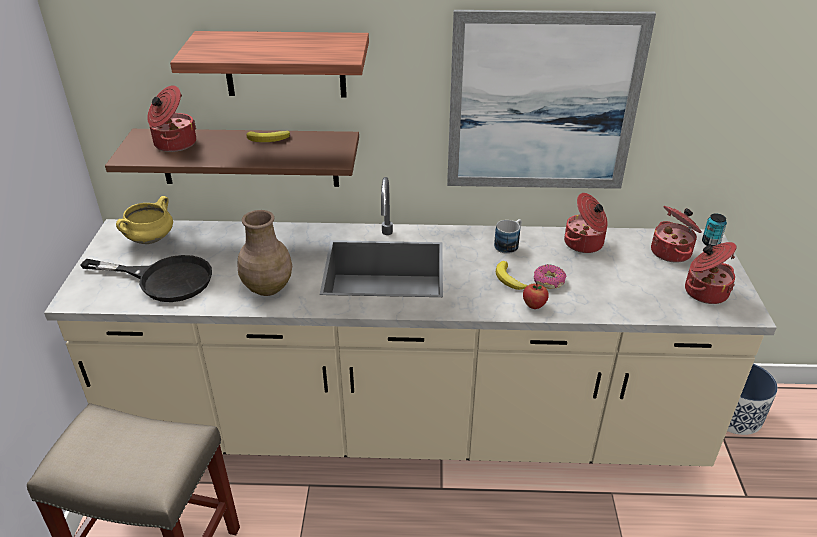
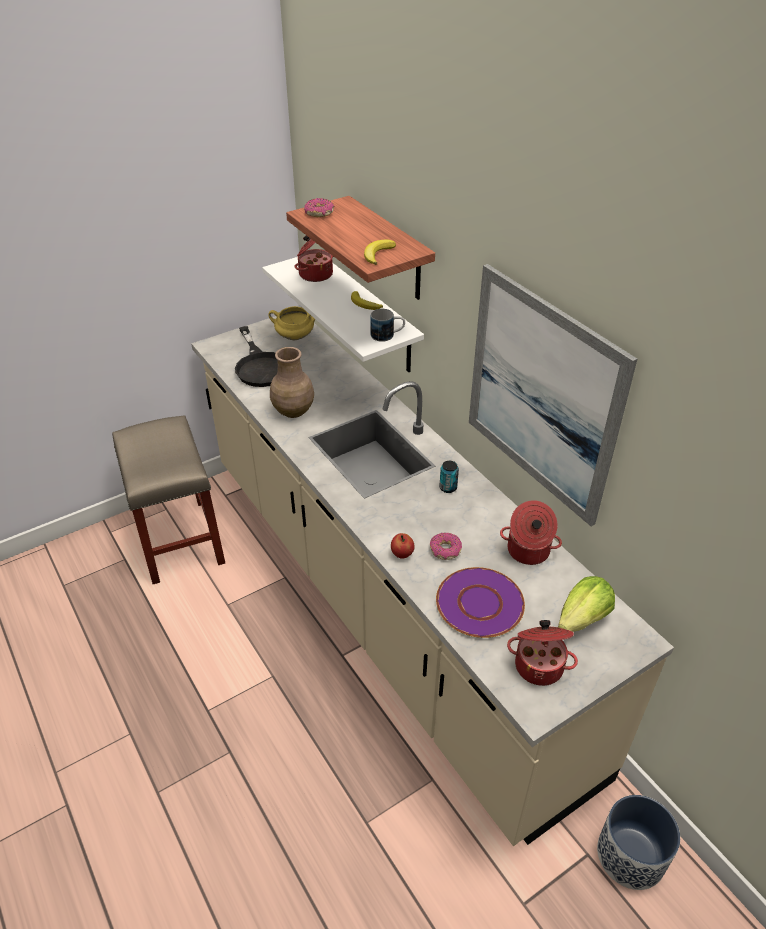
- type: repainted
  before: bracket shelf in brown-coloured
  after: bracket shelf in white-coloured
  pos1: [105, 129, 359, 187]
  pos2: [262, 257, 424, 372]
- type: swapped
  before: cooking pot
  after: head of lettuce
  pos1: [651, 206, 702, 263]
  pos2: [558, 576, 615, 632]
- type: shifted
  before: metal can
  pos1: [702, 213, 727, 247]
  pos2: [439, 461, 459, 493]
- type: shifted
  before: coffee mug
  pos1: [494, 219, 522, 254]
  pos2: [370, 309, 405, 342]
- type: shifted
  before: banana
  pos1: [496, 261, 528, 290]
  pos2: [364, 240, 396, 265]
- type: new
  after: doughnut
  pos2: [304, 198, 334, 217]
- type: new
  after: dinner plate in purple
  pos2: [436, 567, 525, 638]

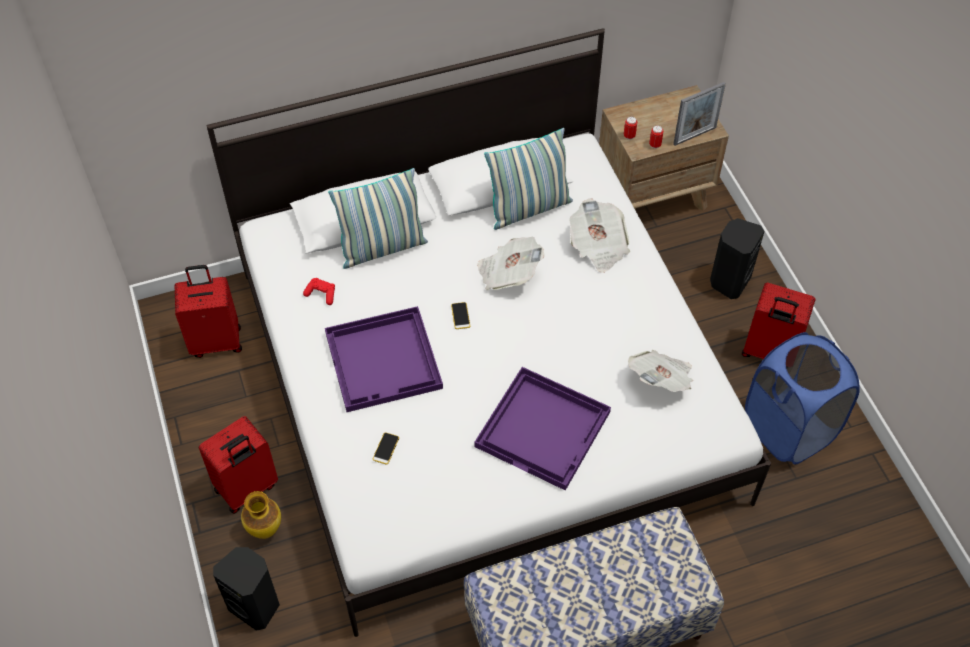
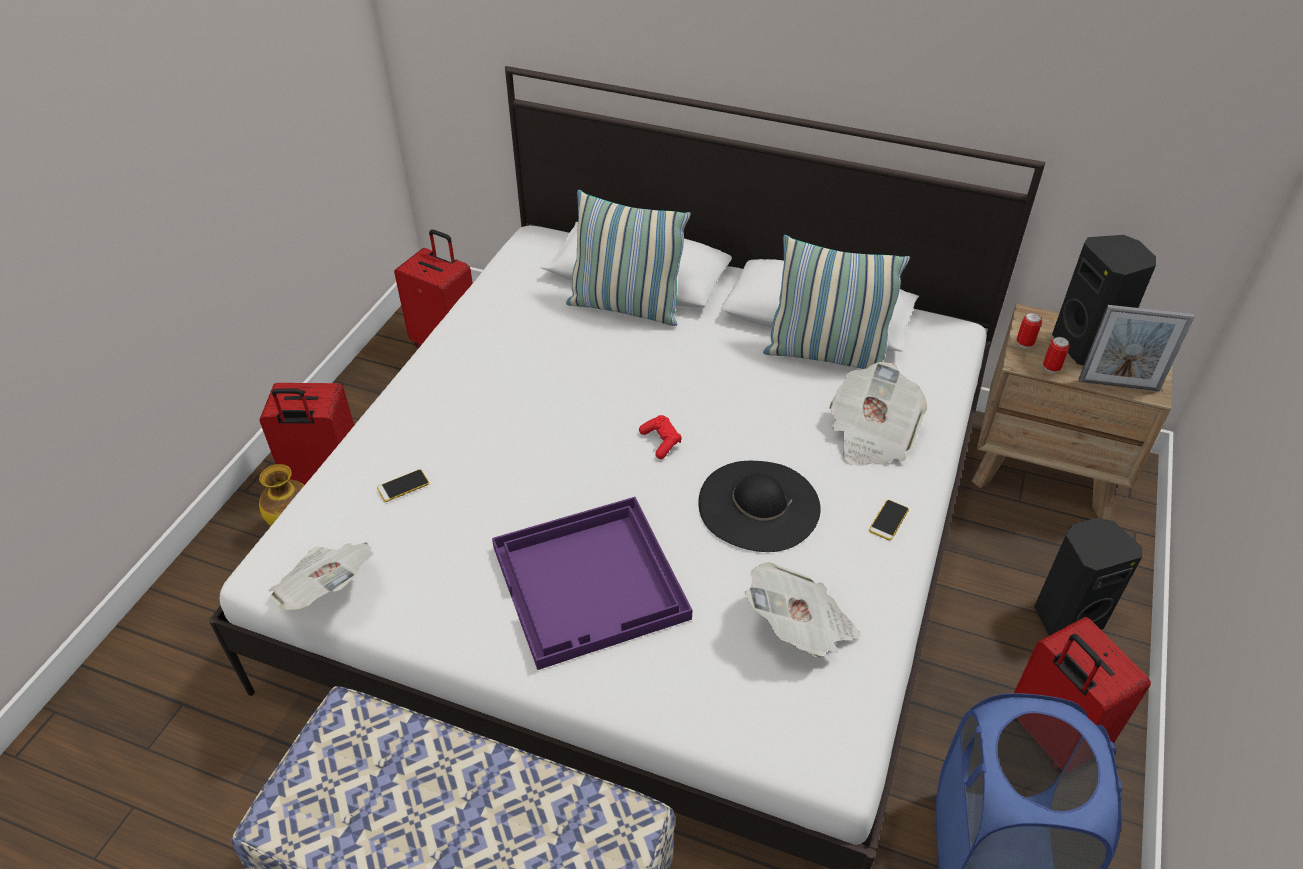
- type: shifted
  before: newspaper
  pos1: [477, 237, 544, 290]
  pos2: [269, 543, 373, 610]
- type: shifted
  before: game controller in red-coloured
  pos1: [303, 278, 335, 305]
  pos2: [639, 415, 682, 459]
- type: shifted
  before: handset
  pos1: [451, 302, 470, 329]
  pos2: [869, 500, 909, 540]
- type: gone
  before: tray in purple
  pos1: [325, 306, 443, 412]
- type: shifted
  before: audio speaker in black
  pos1: [213, 547, 280, 631]
  pos2: [1052, 235, 1156, 366]
- type: new
  after: wearable hat in black
  pos2: [698, 461, 821, 552]

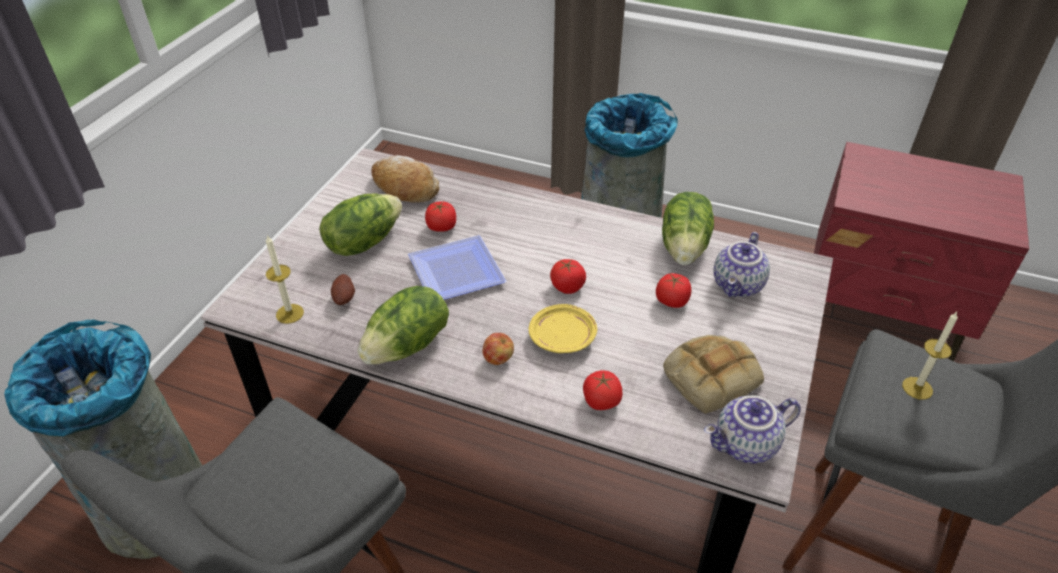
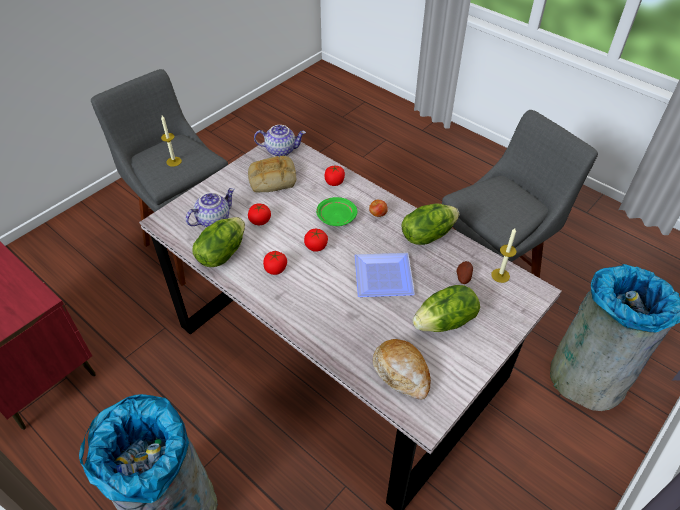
- type: shifted
  before: whole tomato
  pos1: [425, 201, 456, 232]
  pos2: [263, 251, 287, 275]
- type: repainted
  before: dinner plate in yellow
  after: dinner plate in green
  pos1: [529, 304, 597, 353]
  pos2: [316, 197, 357, 226]

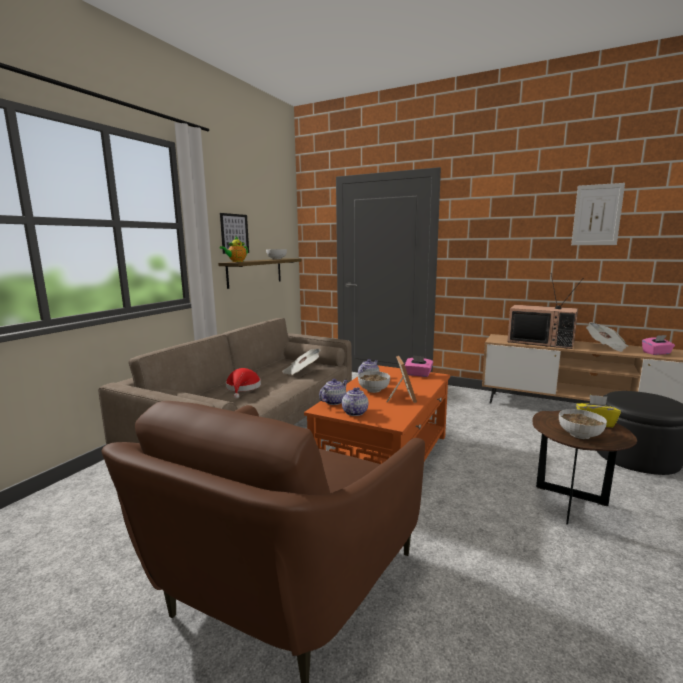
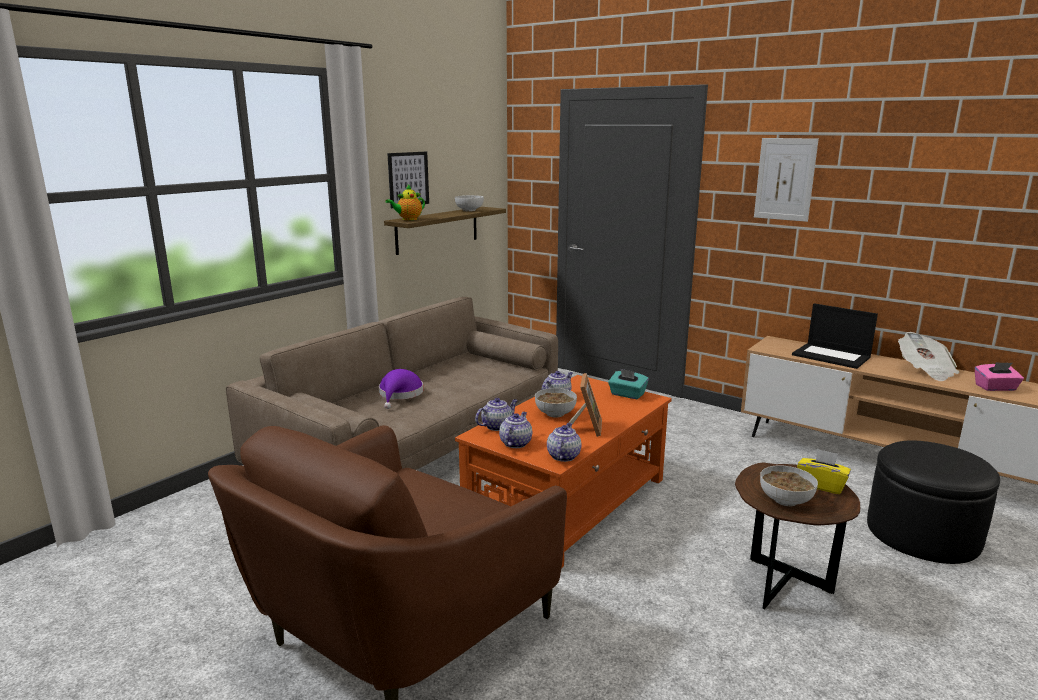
- type: shifted
  before: wall picture
  pos1: [571, 183, 625, 245]
  pos2: [754, 138, 819, 222]
- type: swapped
  before: TV
  after: portable computer
  pos1: [507, 273, 584, 349]
  pos2: [792, 303, 878, 369]
- type: gone
  before: newspaper
  pos1: [282, 349, 321, 375]
- type: repainted
  before: box of tissues in pink
  after: box of tissues in turquoise
  pos1: [405, 355, 433, 377]
  pos2: [608, 368, 649, 399]
- type: repainted
  before: wearable hat in red-coloured
  after: wearable hat in purple
  pos1: [226, 368, 261, 399]
  pos2: [379, 369, 423, 409]
- type: new
  after: teapot
  pos2: [547, 423, 581, 462]

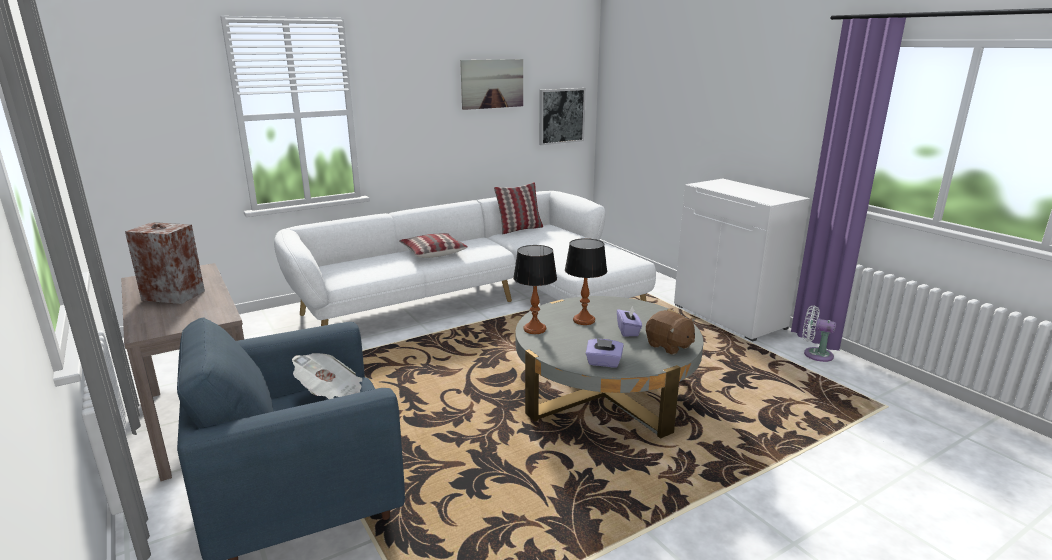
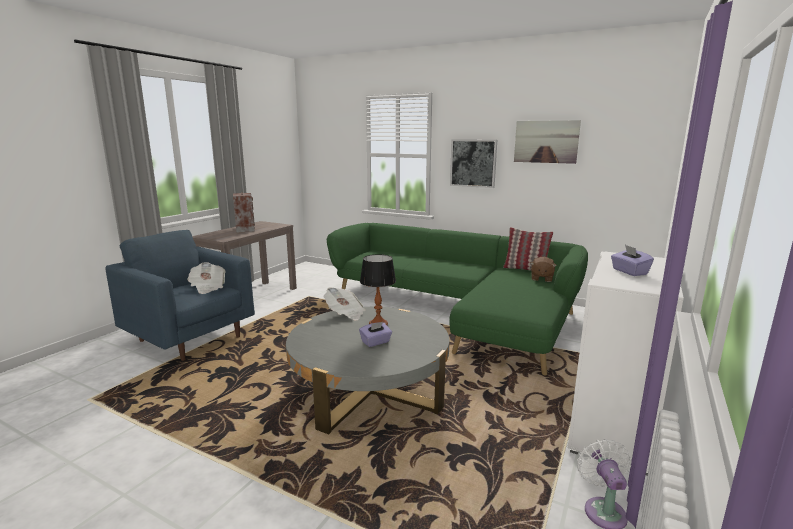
- type: shifted
  before: wall picture
  pos1: [539, 88, 586, 145]
  pos2: [450, 139, 497, 188]
- type: repainted
  before: settee in white-coloured
  after: settee in green
  pos1: [274, 191, 656, 326]
  pos2: [327, 223, 588, 376]
- type: gone
  before: throw pillow
  pos1: [399, 233, 468, 258]
- type: swapped
  before: tabletop lamp
  after: newspaper
  pos1: [513, 245, 557, 334]
  pos2: [324, 287, 366, 321]
- type: shifted
  before: cuddly toy in brown-coloured
  pos1: [646, 310, 695, 355]
  pos2: [531, 257, 557, 282]
- type: shifted
  before: box of tissues in purple
  pos1: [586, 339, 624, 368]
  pos2: [611, 245, 654, 276]

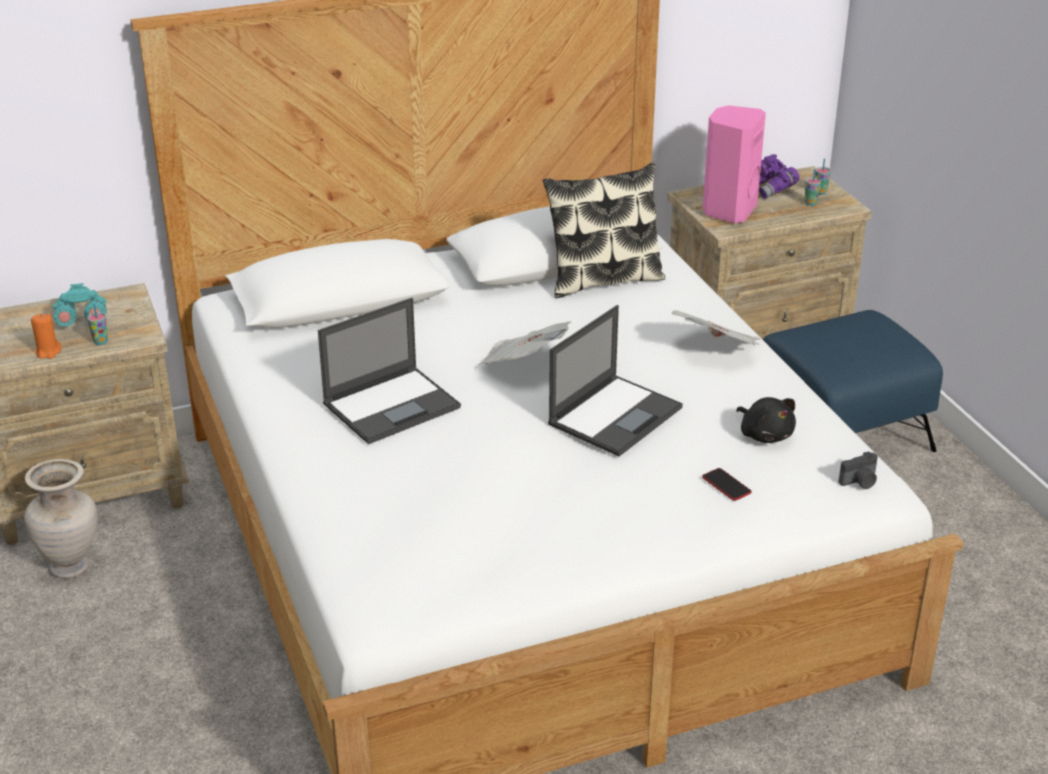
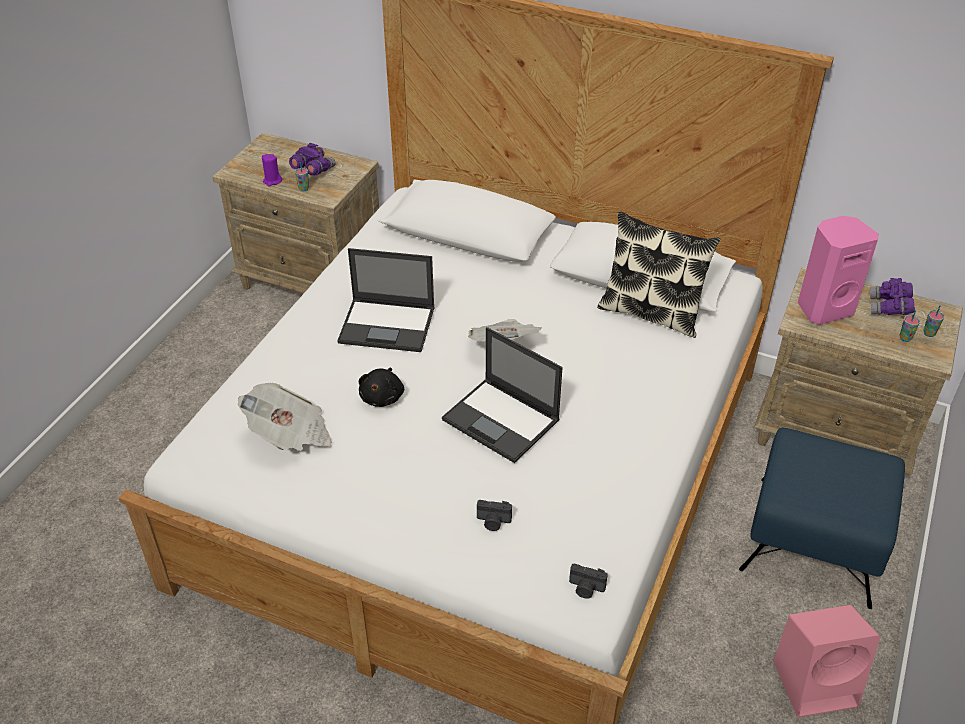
- type: repainted
  before: field glasses in turquoise
  after: field glasses in purple
  pos1: [52, 283, 107, 326]
  pos2: [289, 143, 335, 175]
- type: rotated
  before: portable computer
  pos1: [548, 305, 683, 456]
  pos2: [442, 327, 563, 463]
  turn: 45
- type: shifted
  before: newspaper
  pos1: [672, 310, 760, 346]
  pos2: [238, 383, 332, 451]
- type: repainted
  before: wax light in orange-coloured
  after: wax light in purple
  pos1: [31, 314, 62, 359]
  pos2: [262, 154, 282, 186]
- type: shifted
  before: cuddly toy in black
  pos1: [736, 397, 796, 443]
  pos2: [359, 368, 404, 407]
- type: gone
  before: flower vase in beige
  pos1: [24, 459, 98, 578]
- type: swapped
  before: handset
  after: photo camera
  pos1: [702, 468, 752, 501]
  pos2: [477, 500, 512, 531]
- type: new
  after: audio speaker in pink
  pos2: [773, 605, 880, 718]

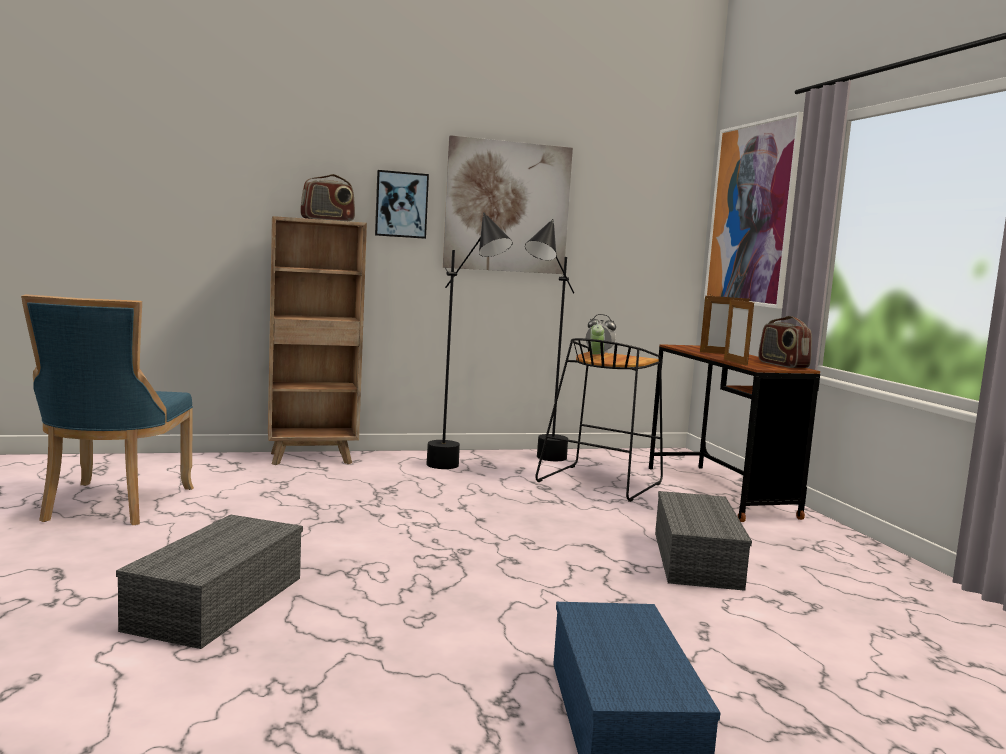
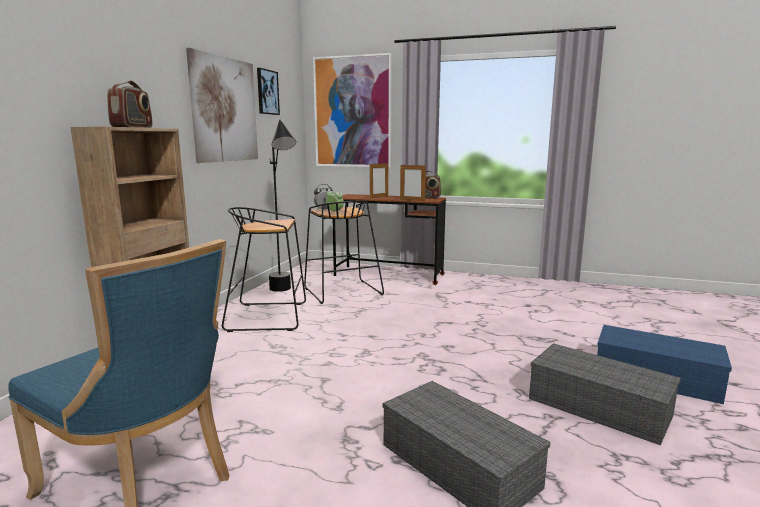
- type: shifted
  before: wall picture
  pos1: [375, 170, 429, 239]
  pos2: [257, 68, 280, 115]
- type: swapped
  before: floor lamp in black
  after: sitting stool in black
  pos1: [427, 213, 513, 469]
  pos2: [222, 207, 306, 332]
- type: shifted
  before: storage bin in gray
  pos1: [655, 491, 752, 591]
  pos2: [529, 343, 681, 445]

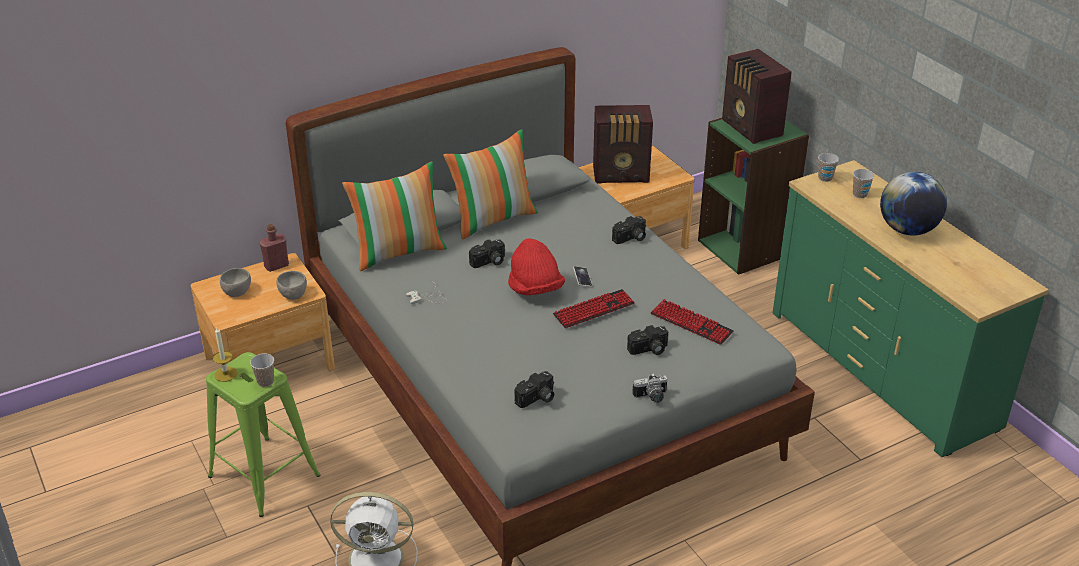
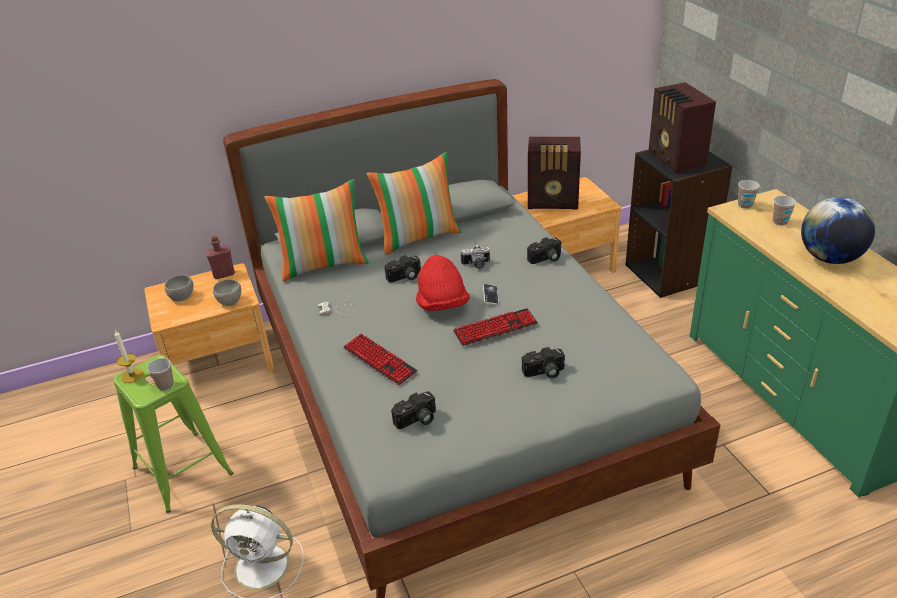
- type: repainted
  before: shelving unit in green
  after: shelving unit in black
  pos1: [698, 118, 809, 275]
  pos2: [626, 149, 733, 298]
- type: shifted
  before: PC keyboard
  pos1: [651, 299, 734, 345]
  pos2: [343, 333, 417, 385]
- type: shifted
  before: photo camera
  pos1: [632, 373, 667, 403]
  pos2: [461, 244, 490, 269]

